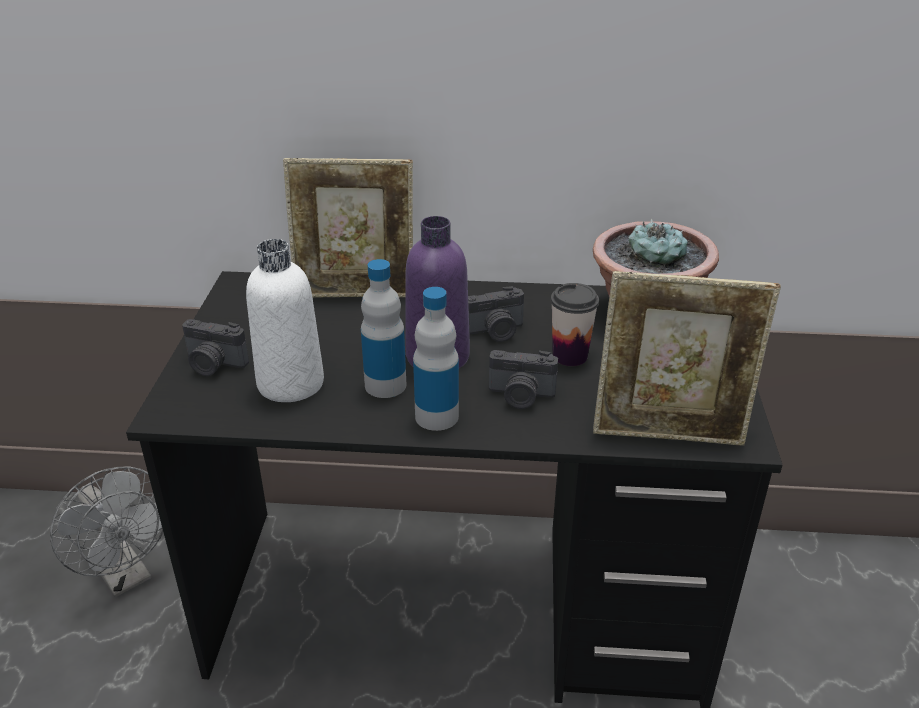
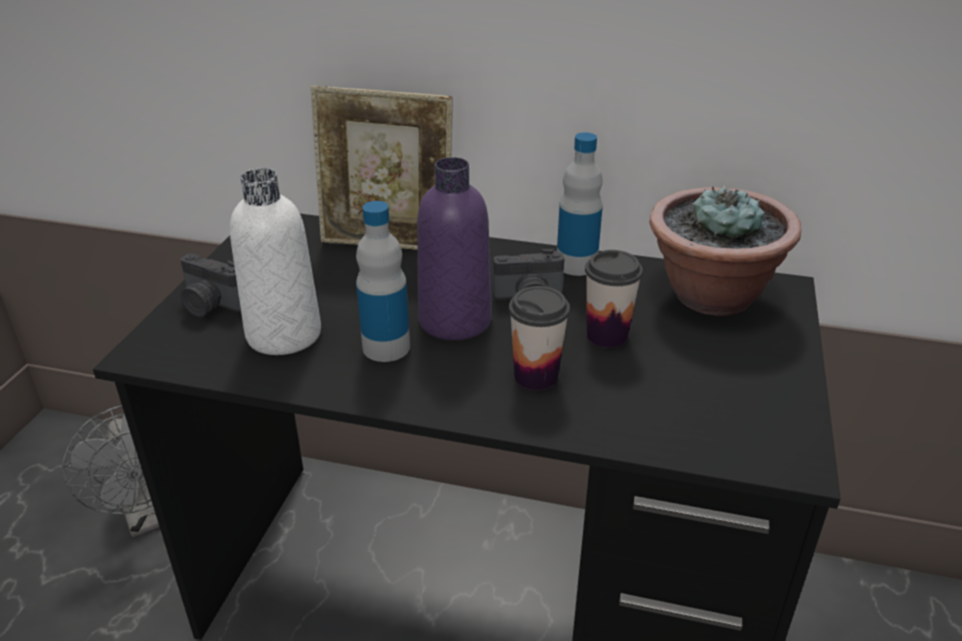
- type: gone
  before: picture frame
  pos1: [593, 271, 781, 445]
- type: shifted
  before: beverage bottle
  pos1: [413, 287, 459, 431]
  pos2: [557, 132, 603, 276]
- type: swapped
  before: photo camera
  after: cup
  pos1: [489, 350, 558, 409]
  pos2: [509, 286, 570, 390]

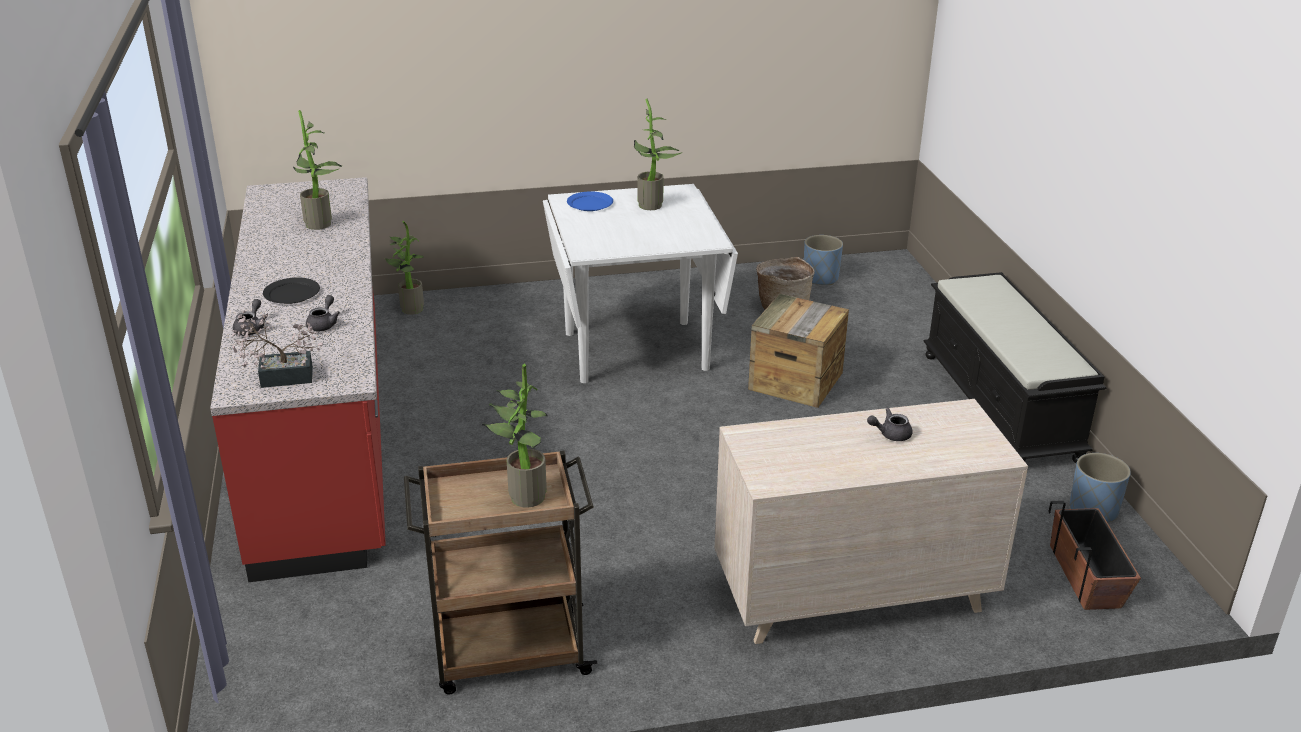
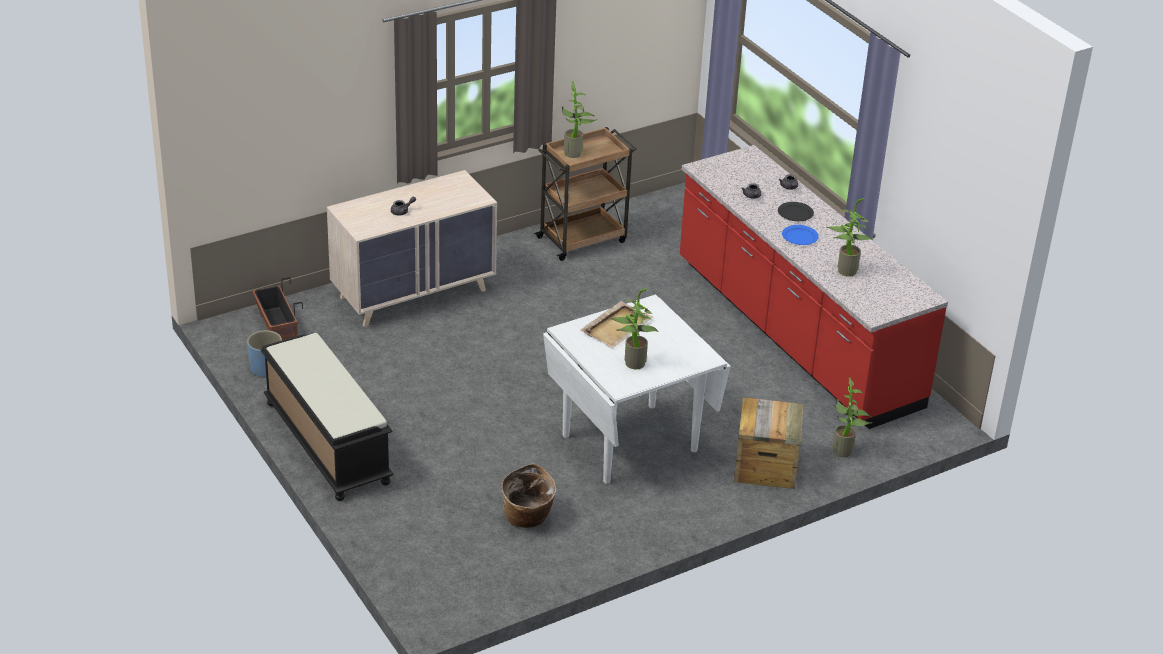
- type: shifted
  before: dinner plate in blue-coloured
  pos1: [567, 191, 613, 211]
  pos2: [782, 225, 819, 245]
- type: gone
  before: flower pot in blue-coloured
  pos1: [804, 235, 843, 285]
- type: shifted
  before: packing crate
  pos1: [748, 294, 849, 408]
  pos2: [734, 397, 803, 489]
- type: gone
  before: plant in a pot
  pos1: [232, 311, 323, 388]
- type: new
  after: tray in beige
  pos2: [580, 301, 653, 349]

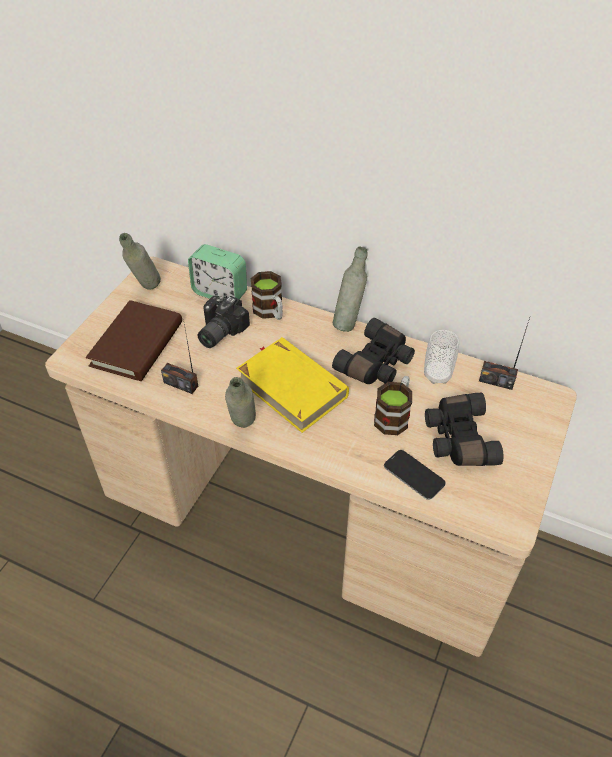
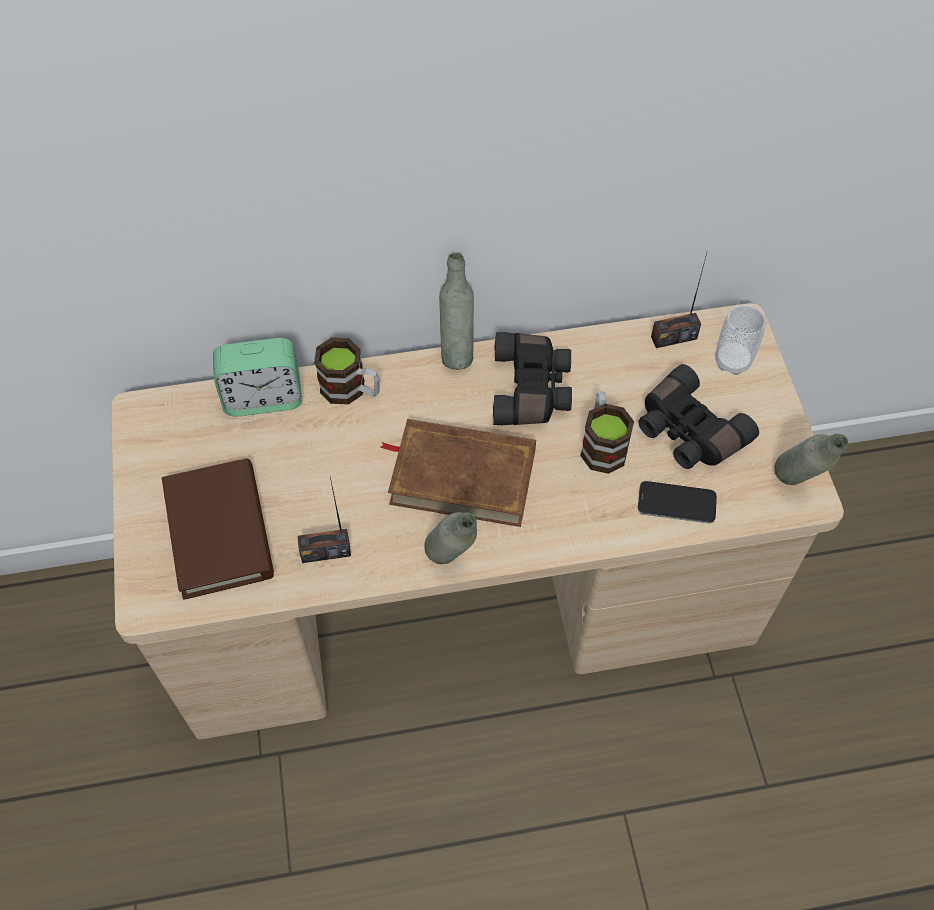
- type: shifted
  before: beverage bottle in gray
  pos1: [119, 233, 161, 290]
  pos2: [774, 434, 848, 485]
- type: gone
  before: photo camera
  pos1: [198, 296, 250, 348]
- type: shifted
  before: cup
  pos1: [424, 330, 459, 384]
  pos2: [715, 305, 766, 375]
- type: repainted
  before: volume in yellow
  after: volume in brown-coloured
  pos1: [236, 337, 349, 433]
  pos2: [380, 419, 536, 527]

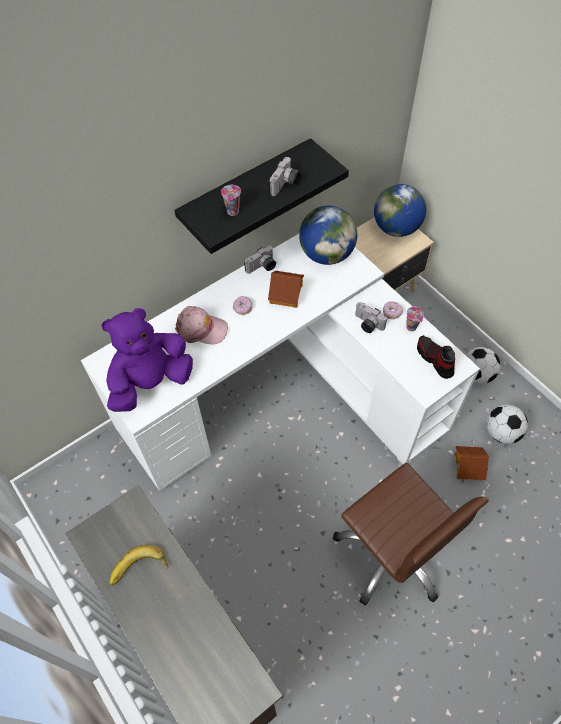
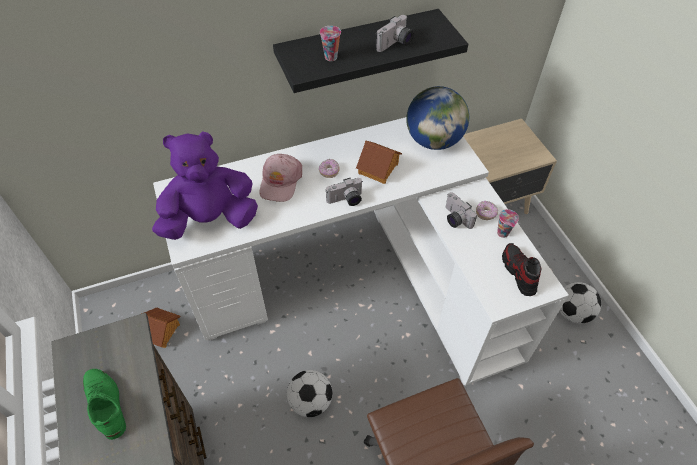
- type: gone
  before: world globe
  pos1: [374, 184, 426, 237]
- type: shifted
  before: photo camera
  pos1: [244, 245, 276, 274]
  pos2: [326, 178, 362, 206]
- type: rotated
  before: cap in pink
  pos1: [175, 306, 228, 344]
  pos2: [259, 154, 302, 202]
  turn: 75
- type: shifted
  before: ball for football
  pos1: [487, 405, 528, 444]
  pos2: [287, 370, 333, 417]
- type: shifted
  before: toy house
  pos1: [455, 446, 489, 481]
  pos2: [141, 307, 180, 348]
- type: swapped
  before: banana
  after: low shoe in green
  pos1: [109, 544, 168, 586]
  pos2: [83, 369, 126, 440]

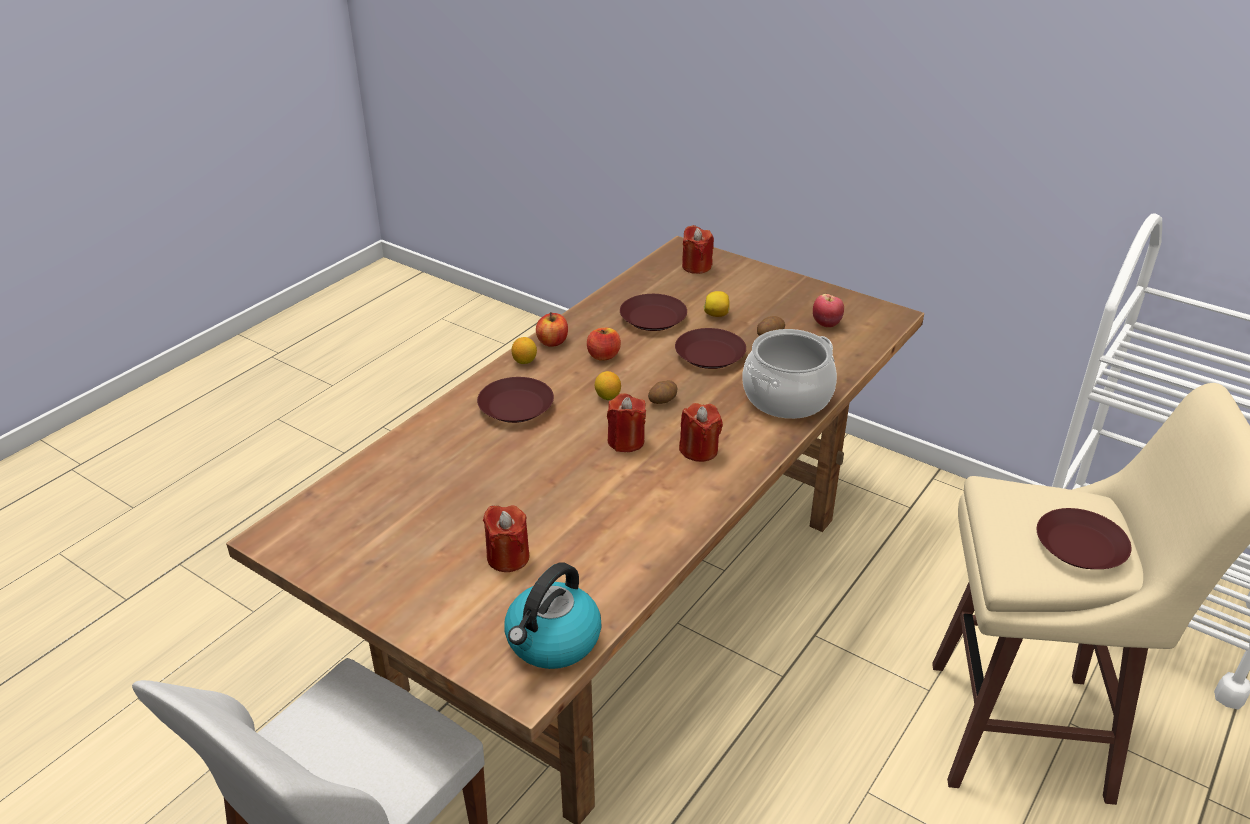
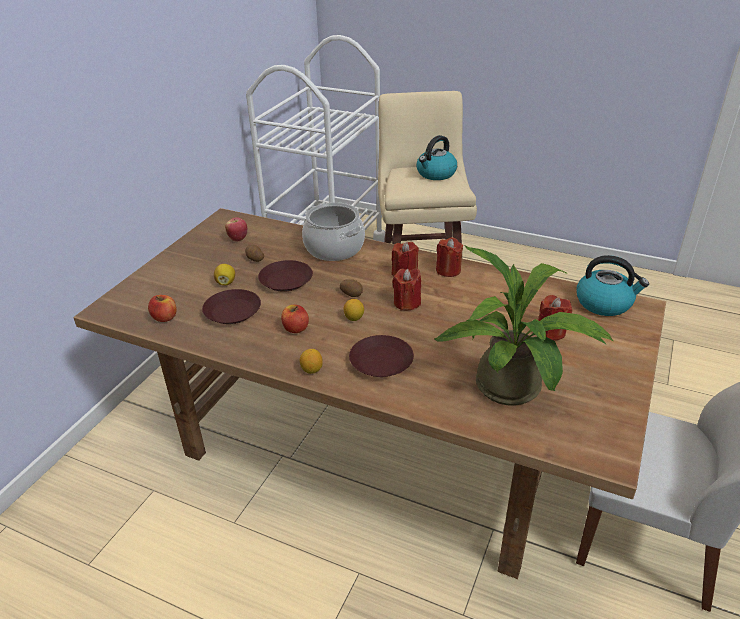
- type: shifted
  before: wax light in red-coloured
  pos1: [682, 225, 714, 274]
  pos2: [436, 237, 463, 277]
- type: shifted
  before: apple
  pos1: [536, 312, 568, 347]
  pos2: [148, 295, 177, 322]
- type: swapped
  before: dinner plate in brown-coloured
  after: kettle
  pos1: [1037, 508, 1131, 569]
  pos2: [417, 135, 457, 180]
- type: new
  after: plant in a pot
  pos2: [434, 246, 614, 406]

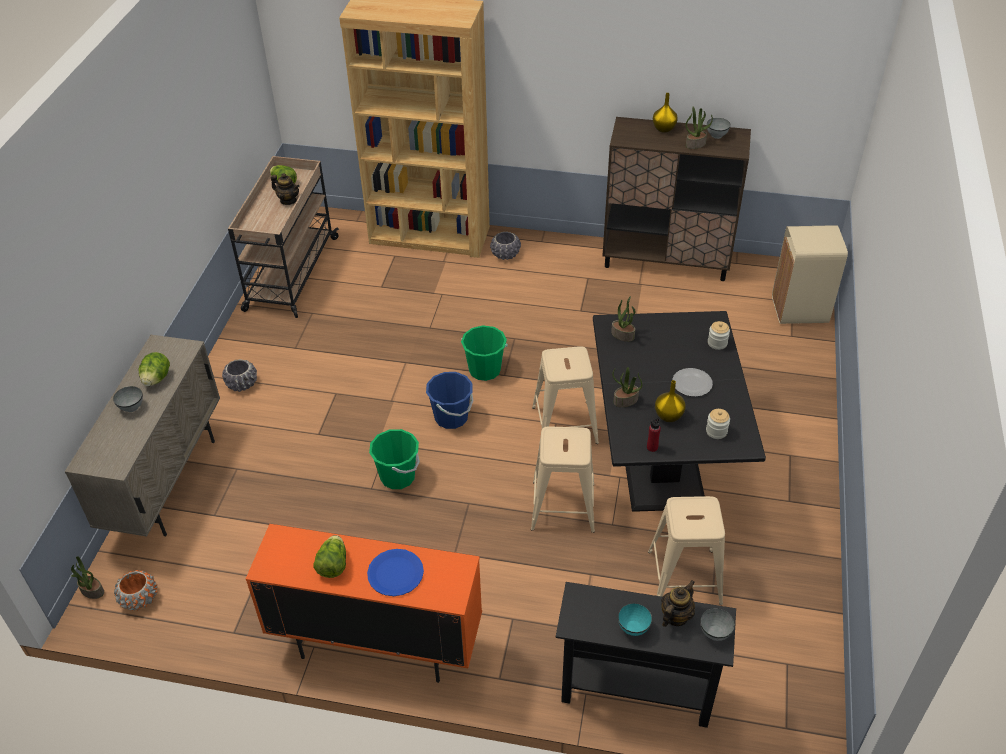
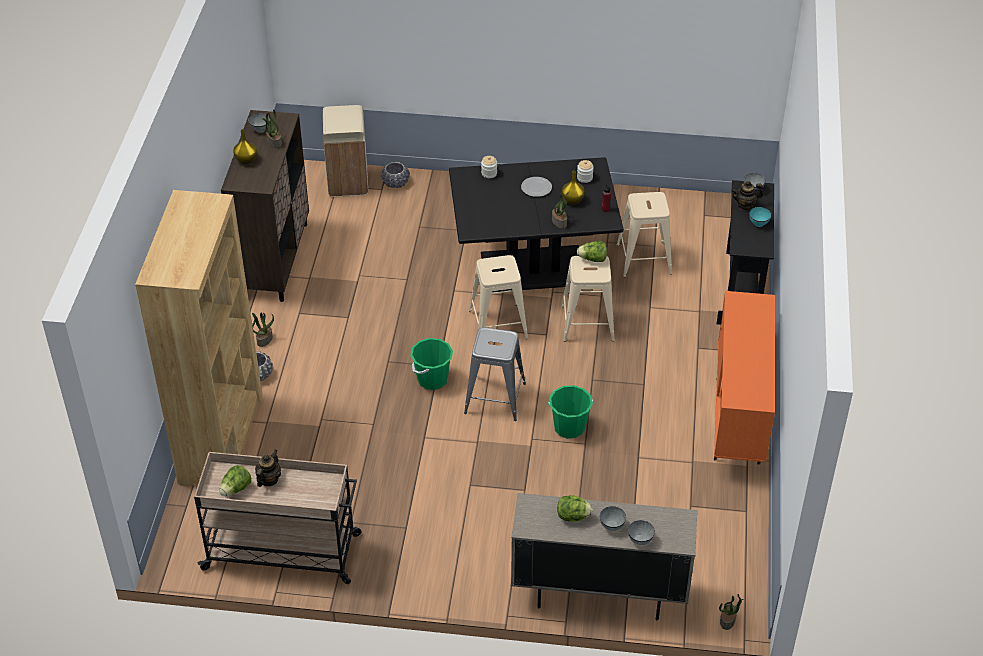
- type: shifted
  before: plant in a pot
  pos1: [611, 296, 636, 342]
  pos2: [252, 312, 274, 347]
- type: shifted
  before: flower pot in gray
  pos1: [222, 359, 257, 392]
  pos2: [381, 162, 410, 188]
- type: swapped
  before: water bucket in blue-coloured
  after: sitting stool in gray
  pos1: [426, 372, 473, 429]
  pos2: [464, 327, 526, 421]
- type: shifted
  before: head of lettuce
  pos1: [313, 535, 346, 578]
  pos2: [577, 241, 607, 262]
- type: gone
  before: dinner plate in blue-coloured
  pos1: [367, 549, 424, 596]
- type: gone
  before: flower pot in orange-coloured
  pos1: [114, 570, 157, 611]
- type: rotated
  before: teapot
  pos1: [661, 580, 695, 627]
  pos2: [731, 181, 763, 210]
  turn: -45
- type: new
  after: deep dish in gray
  pos2: [628, 520, 655, 545]

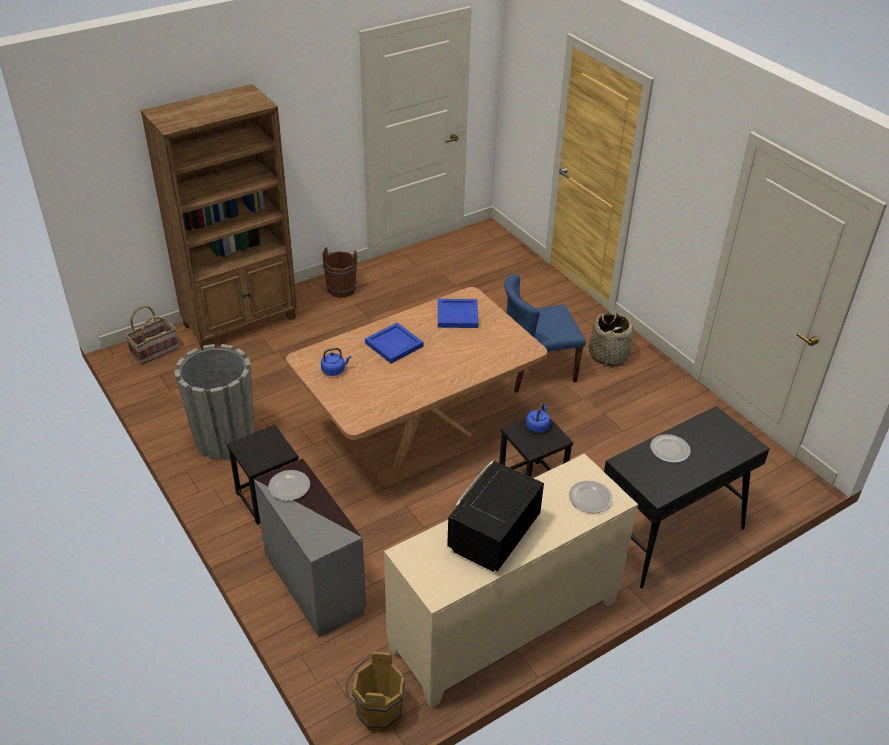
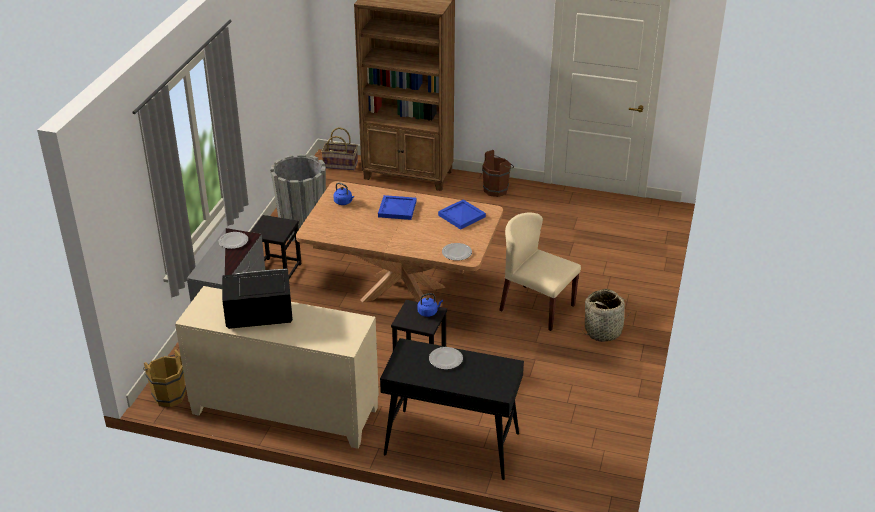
- type: repainted
  before: upright chair in blue-coloured
  after: upright chair in beige
  pos1: [504, 274, 586, 393]
  pos2: [499, 212, 581, 331]
- type: shifted
  before: dinner plate
  pos1: [569, 481, 613, 513]
  pos2: [442, 243, 472, 261]

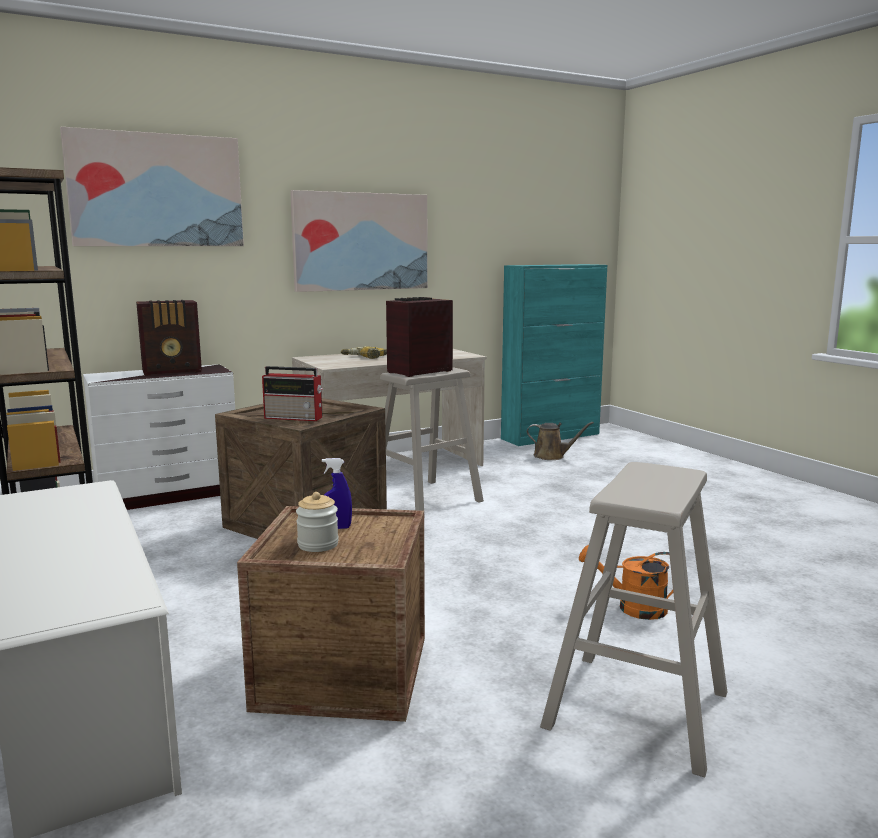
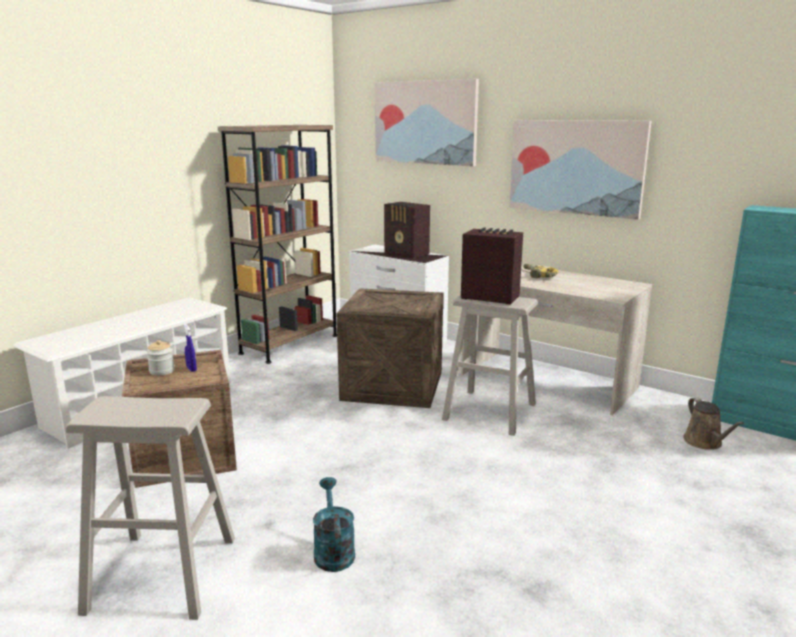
- type: gone
  before: radio set
  pos1: [262, 366, 323, 421]
- type: repainted
  before: sprinkling can in orange-coloured
  after: sprinkling can in turquoise
  pos1: [579, 545, 673, 620]
  pos2: [313, 477, 355, 572]

